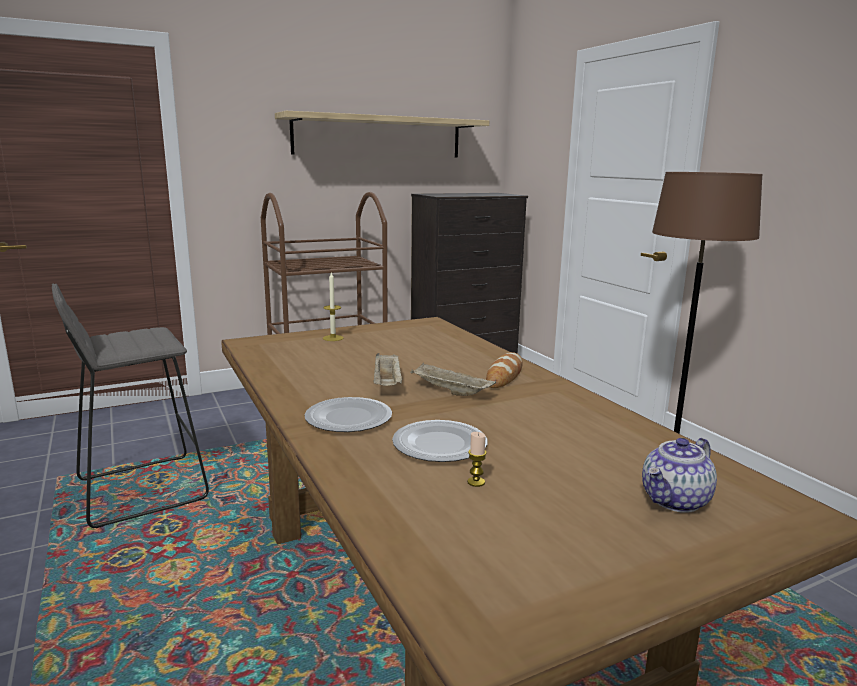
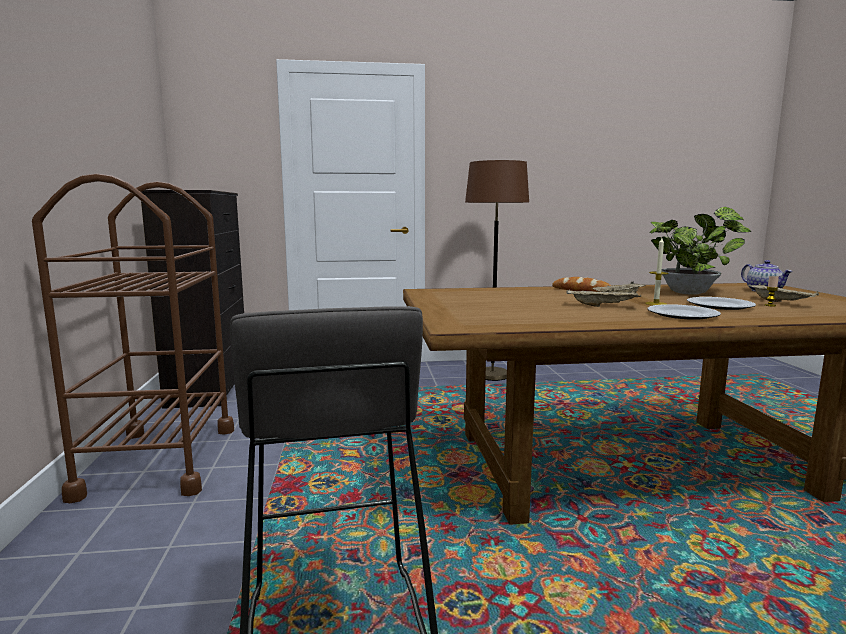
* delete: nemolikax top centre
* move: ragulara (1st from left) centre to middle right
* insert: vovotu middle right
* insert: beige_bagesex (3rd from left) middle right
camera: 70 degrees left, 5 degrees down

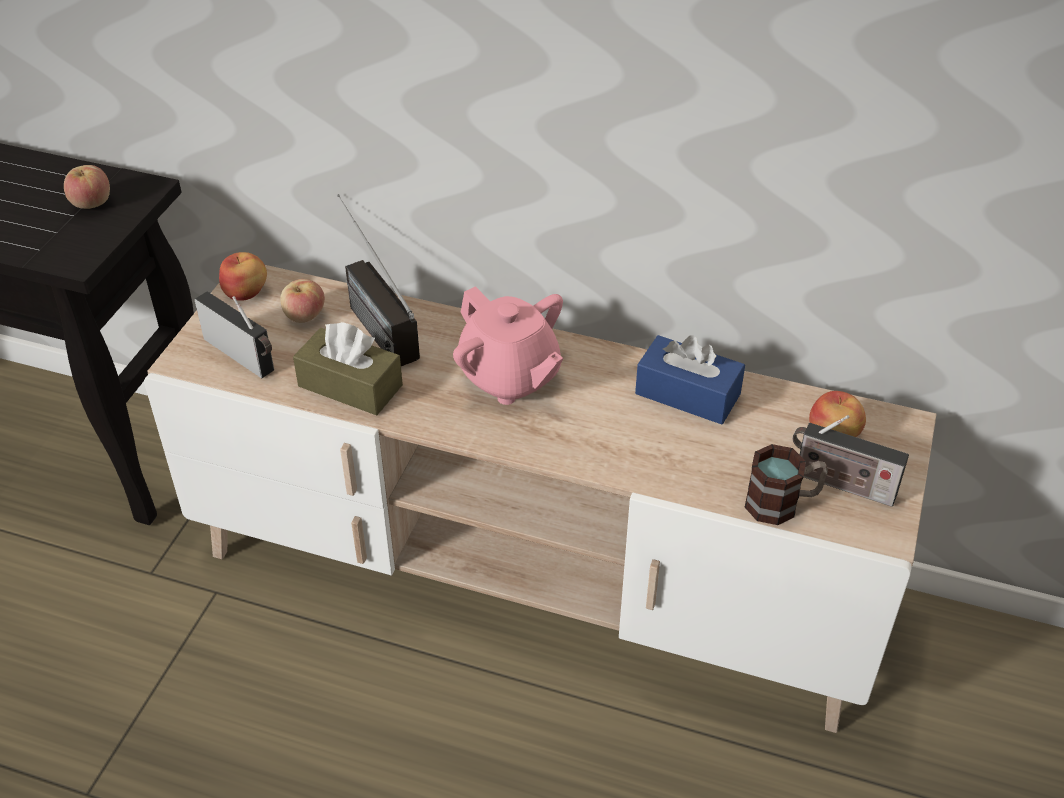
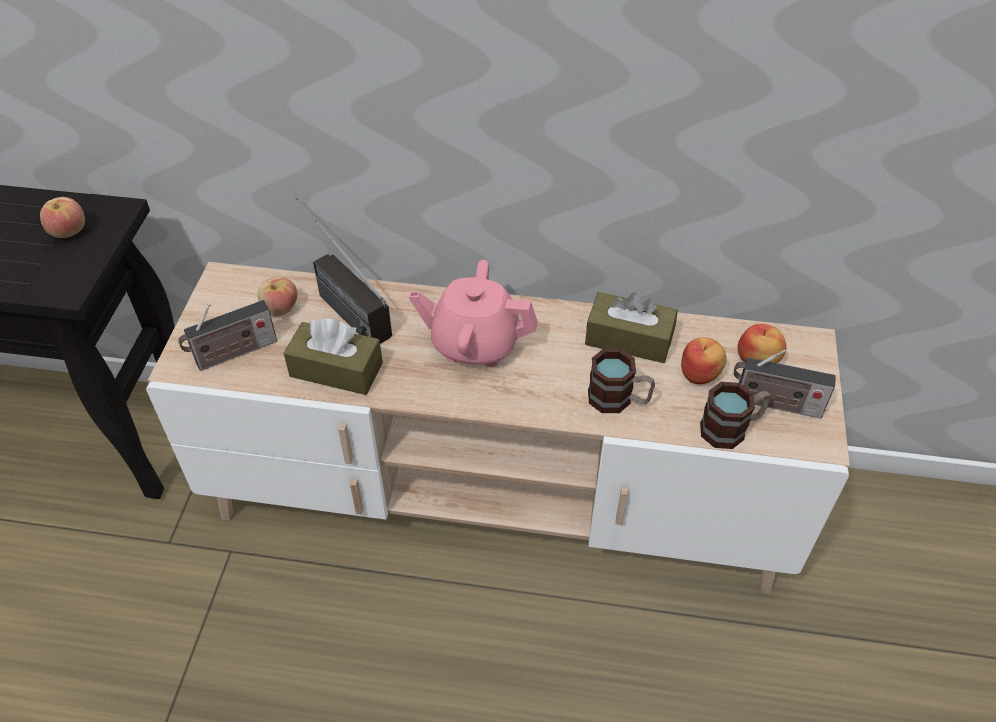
* rotate: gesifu (1st from left) middle left = middle left 120 degrees clockwise
* move: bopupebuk (2nd from left in the first image) middle left to bopupebuk (3rd from left) middle right
* rotate: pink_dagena centre = centre 150 degrees clockwise
* recolor: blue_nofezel centre to brown_nofezel (2nd from left) centre
* insert: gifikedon (1st from left) centre
camera: 10 degrees left, 5 degrees up

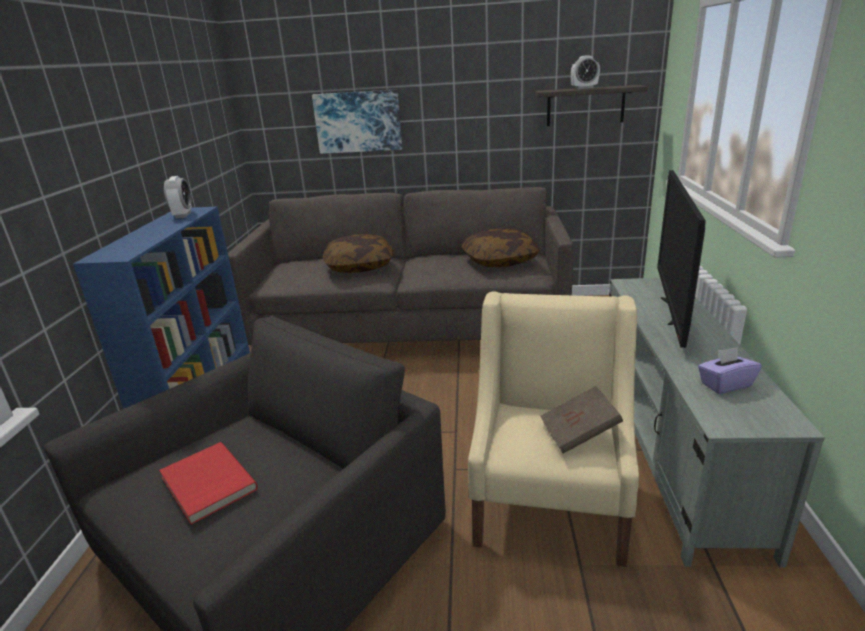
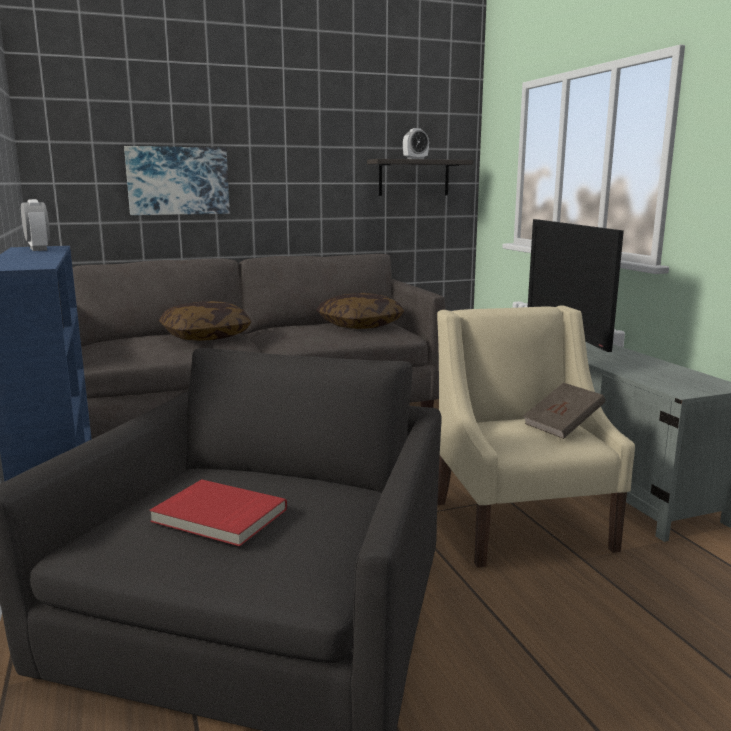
* delete: purple_nofezel middle right
camera: 25 degrees left, 10 degrees down

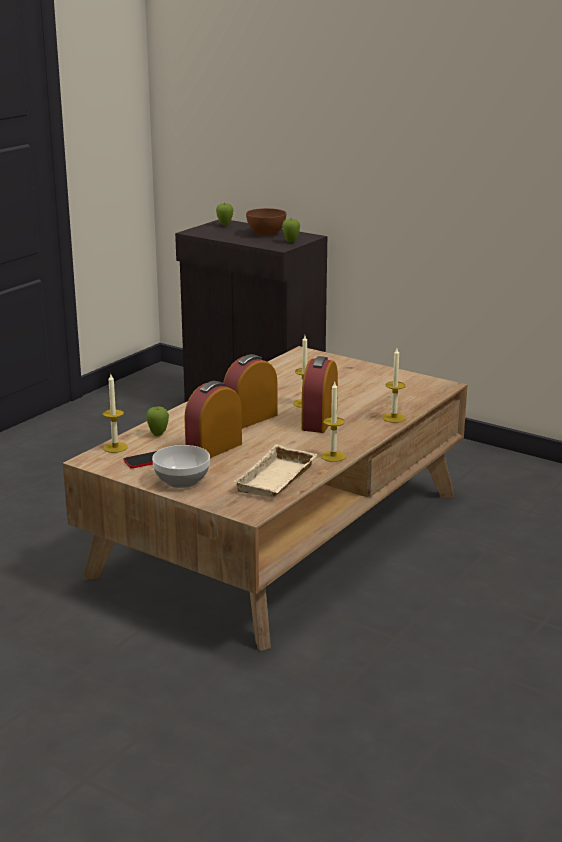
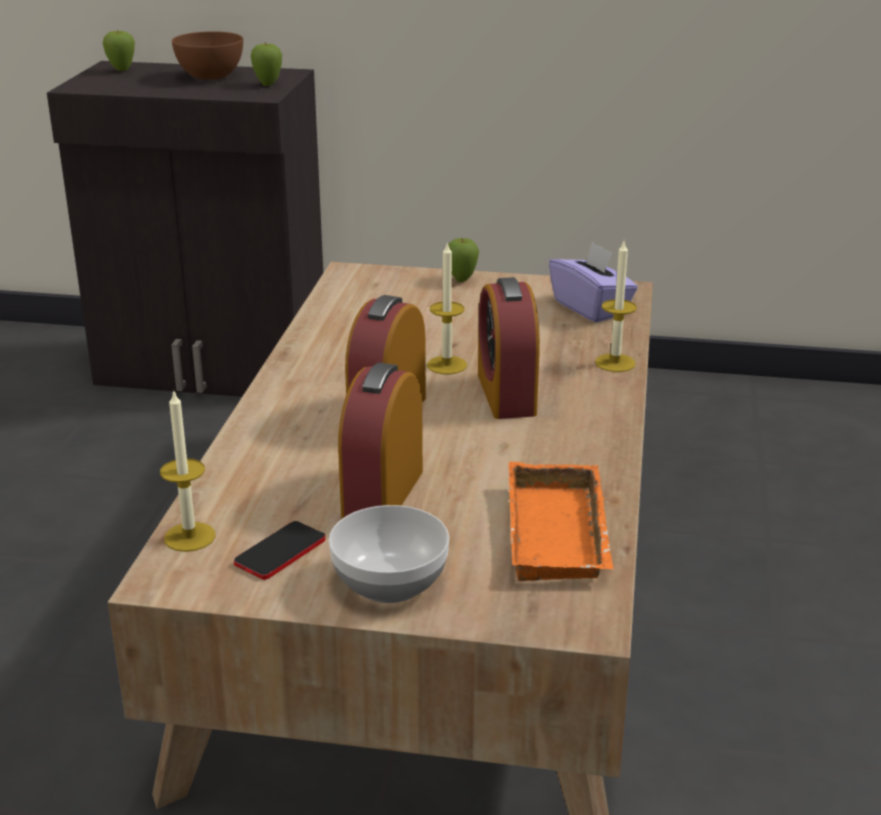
* move: bopupebuk (1st from left in the first image) middle left to bopupebuk (3rd from left) top centre
* recolor: beige_bagesex centre to orange_bagesex centre
* delete: ragulara (3rd from left) centre
* insert: purple_nofezel middle right
camera: 25 degrees left, 5 degrees up

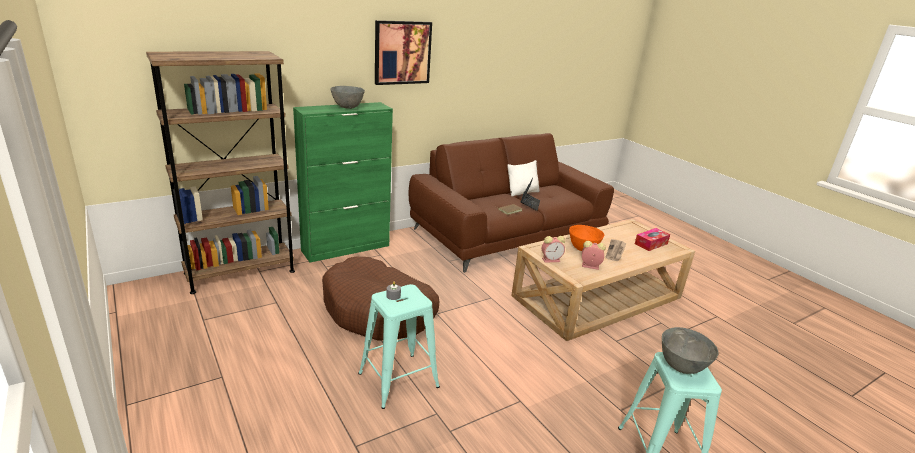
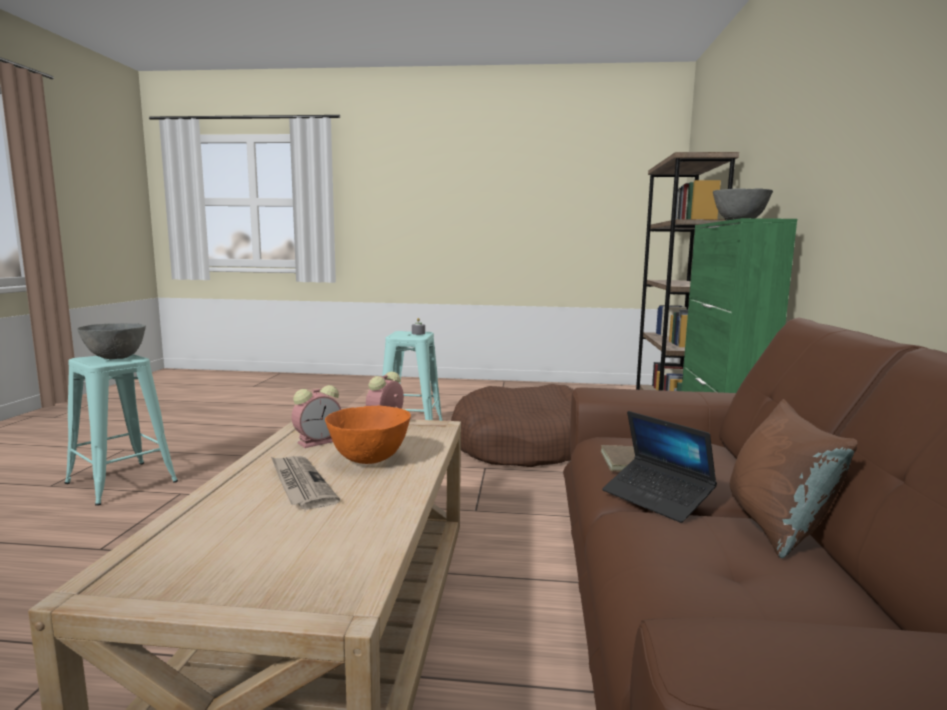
* delete: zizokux top centre
* recolor: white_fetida centre to brown_fetida bottom right
* delete: nofezel middle right
camera: 130 degrees right, 15 degrees down

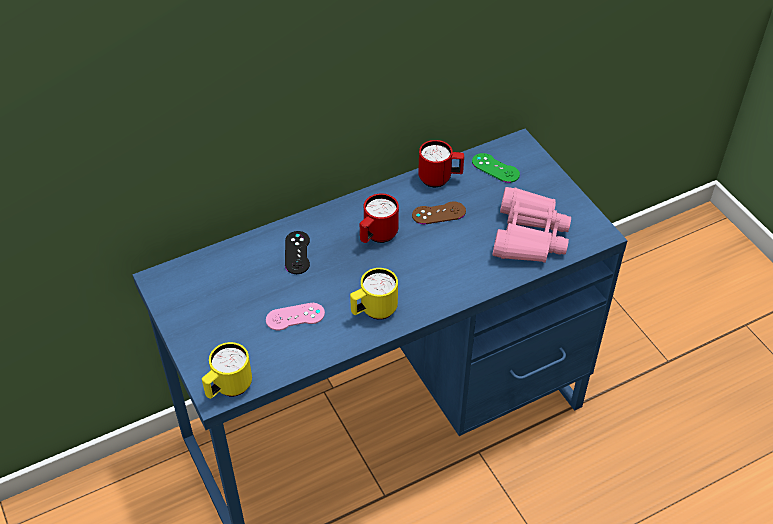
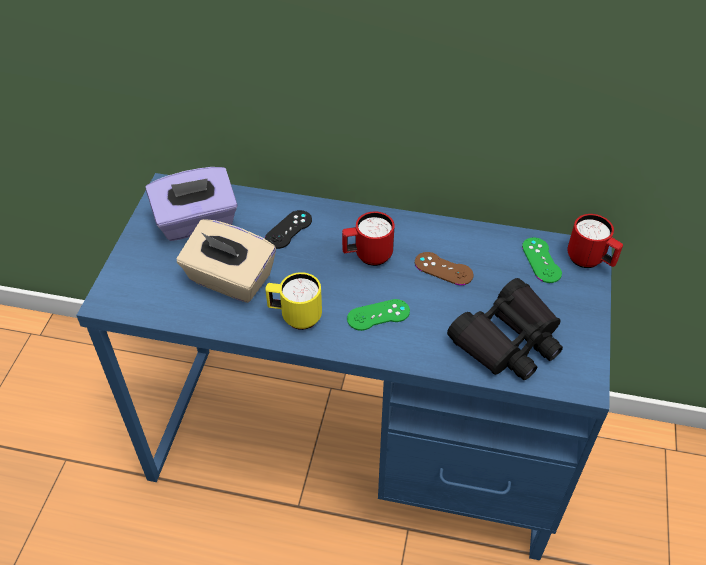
* delete: yellow_gifikedon (1st from left) bottom left
* replace: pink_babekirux centre to beige_nofezel middle left
* move: red_gifikedon (2nd from left) top centre to middle right
* recolor: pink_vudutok middle right to black_vudutok middle right
* insert: purple_nofezel middle left
* insert: green_babekirux (1st from left) centre
camera: 40 degrees right, 0 degrees up

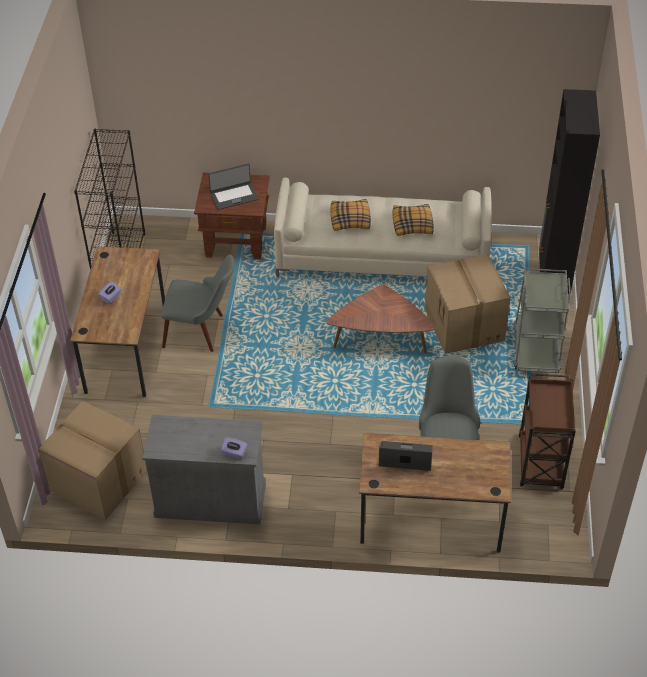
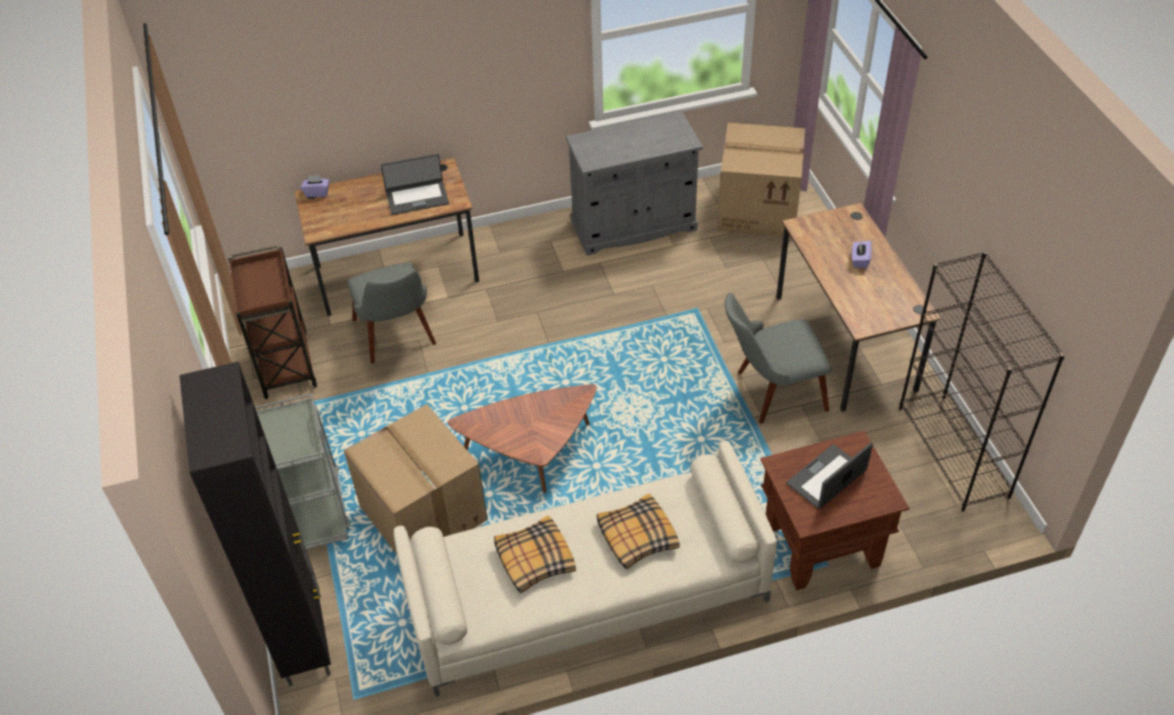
* move: purple_nofezel (2nd from left in the first image) centre to purple_nofezel (1st from left) top left
camera: 160 degrees right, 0 degrees up

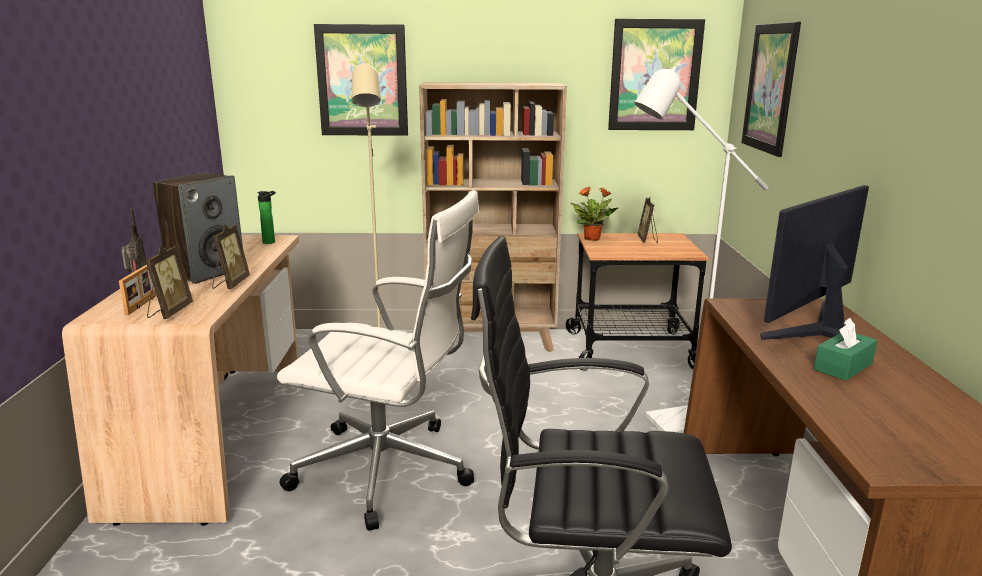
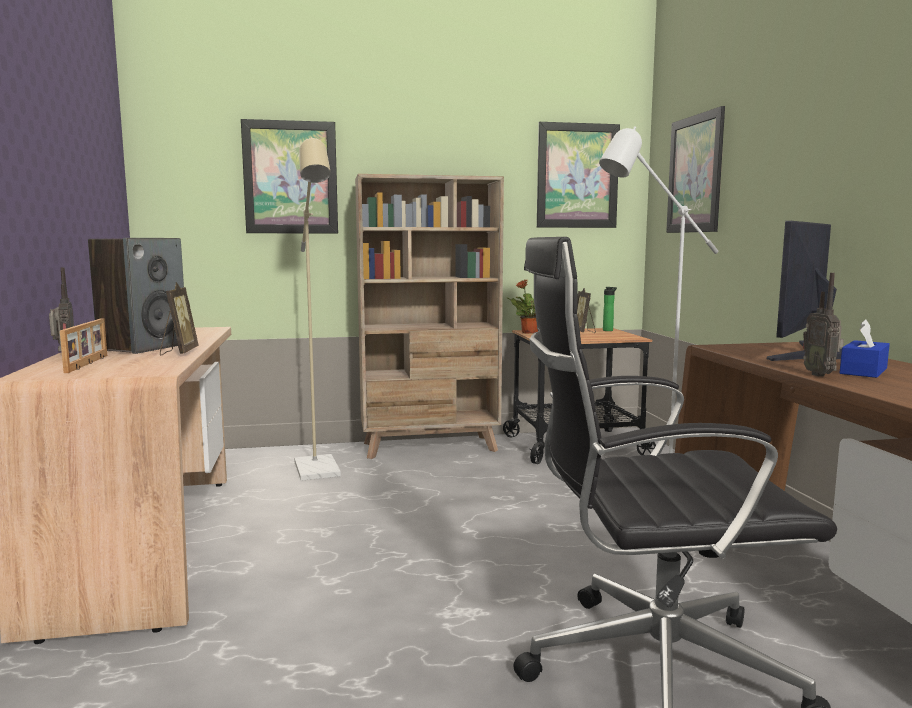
* delete: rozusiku (2nd from left) middle left
* move: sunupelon middle left to middle right
* delete: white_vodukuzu centre
* recolor: green_nofezel middle right to blue_nofezel middle right
* insert: gesifu (2nd from left) middle right
camera: 10 degrees left, 10 degrees down

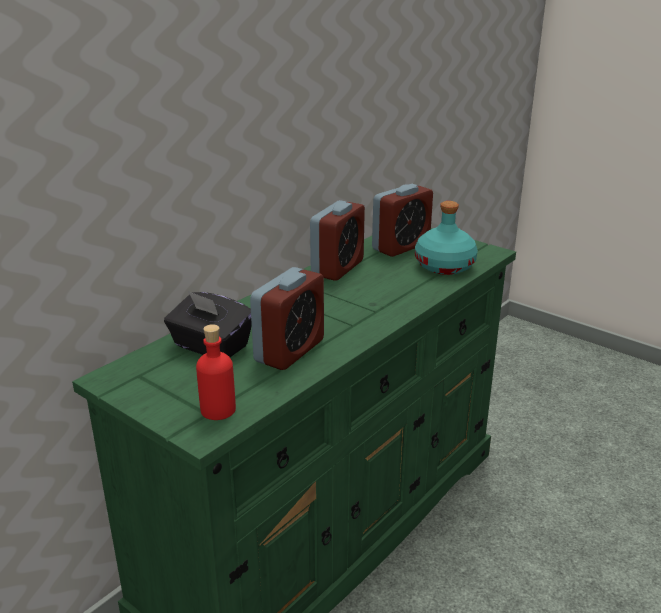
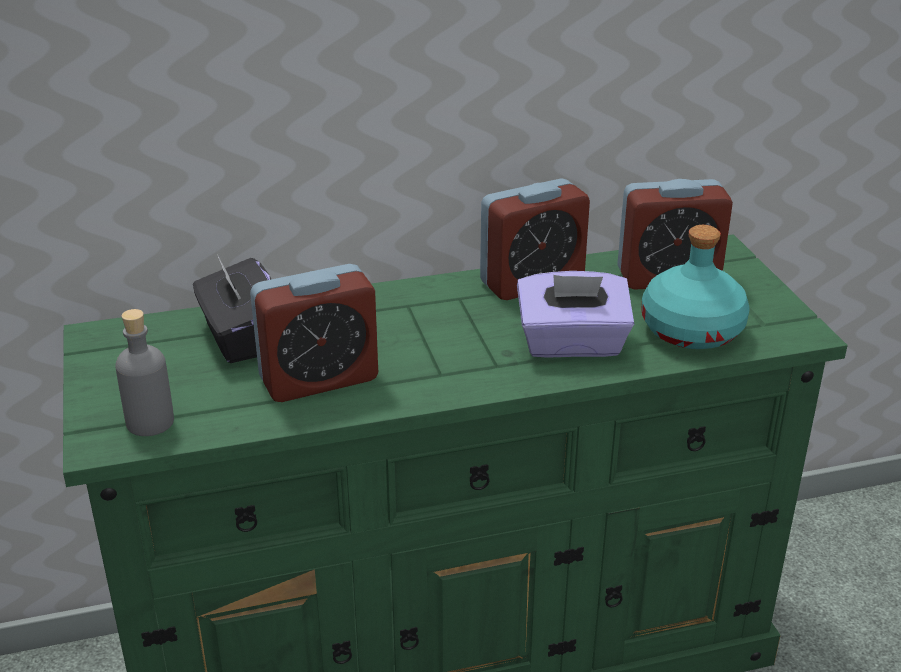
* recolor: red_sunupelon middle left to grey_sunupelon middle left
* insert: purple_nofezel centre
camera: 35 degrees right, 5 degrees up

